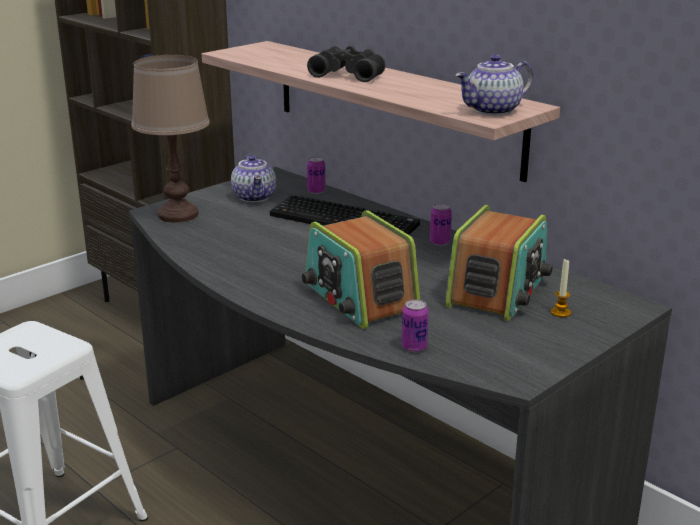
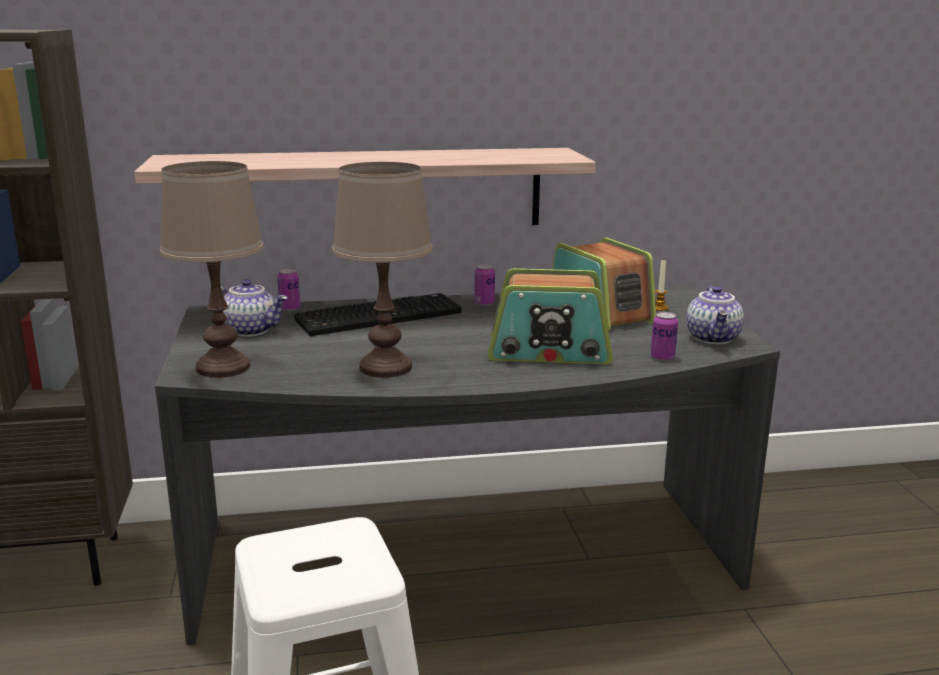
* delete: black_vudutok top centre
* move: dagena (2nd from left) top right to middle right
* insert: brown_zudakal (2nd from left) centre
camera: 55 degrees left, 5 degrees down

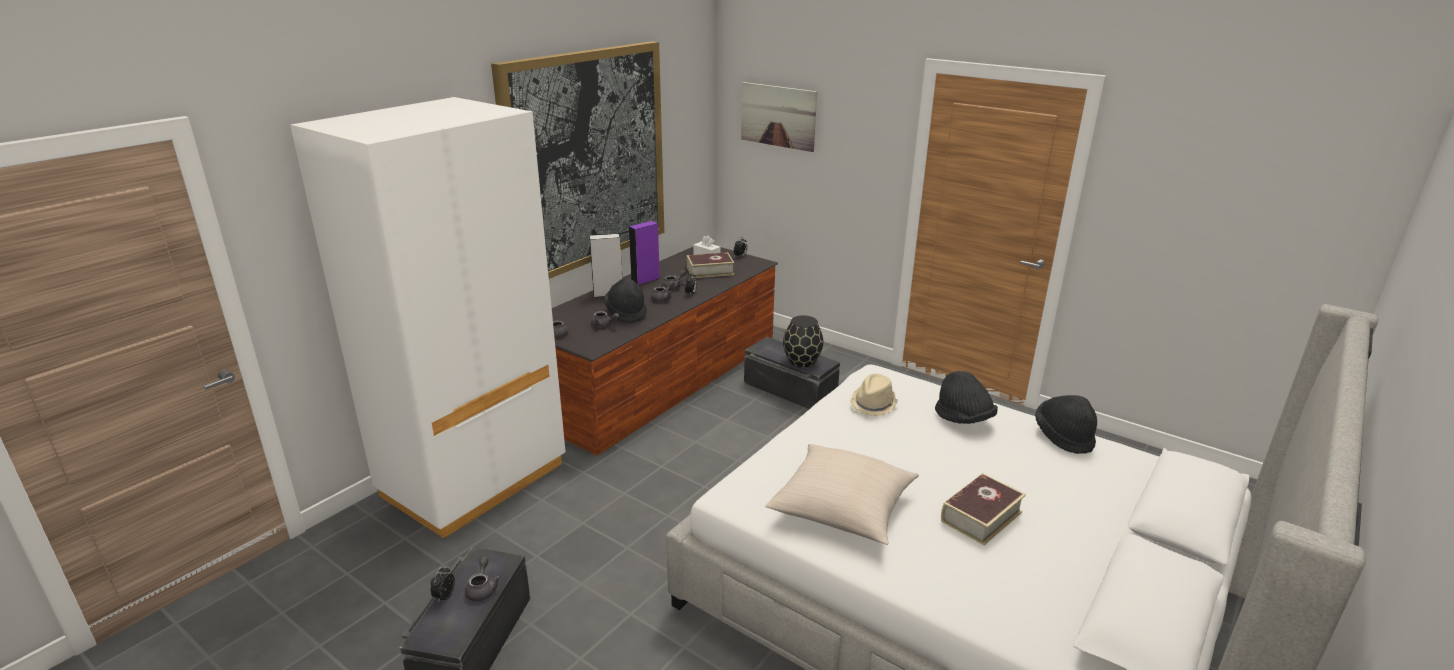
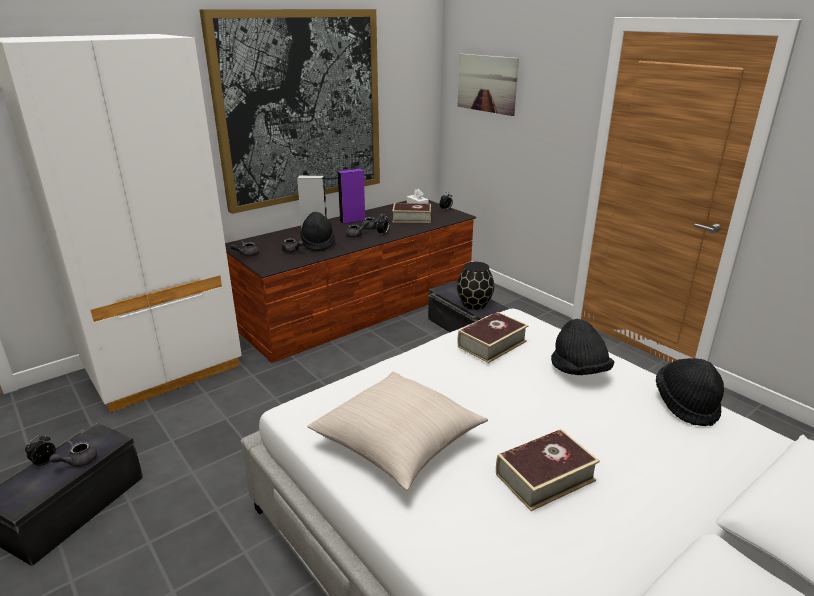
* rotate: grey_dagena (1st from left) bottom left = bottom left 150 degrees counterclockwise
* replace: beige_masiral centre to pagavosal (2nd from left) centre
camera: 15 degrees right, 0 degrees up

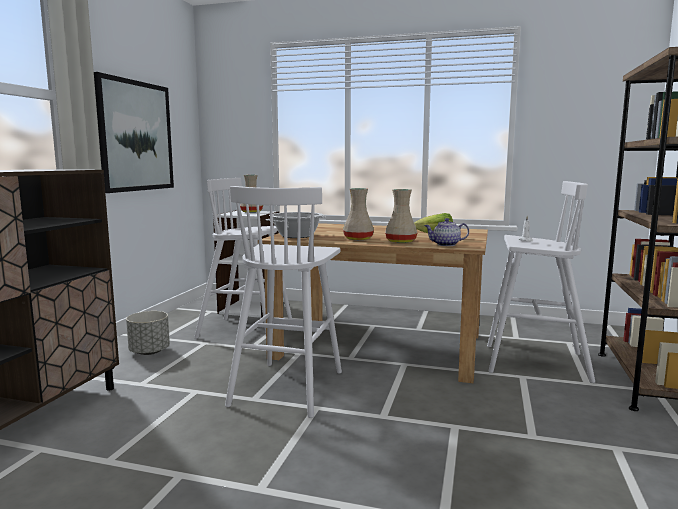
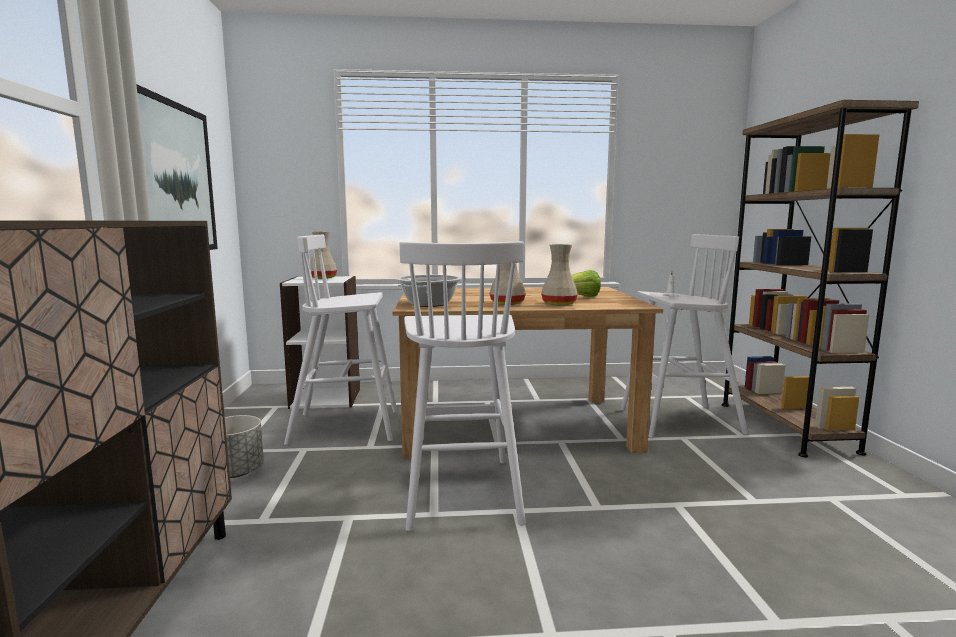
* delete: dagena centre
camera: 20 degrees left, 0 degrees up

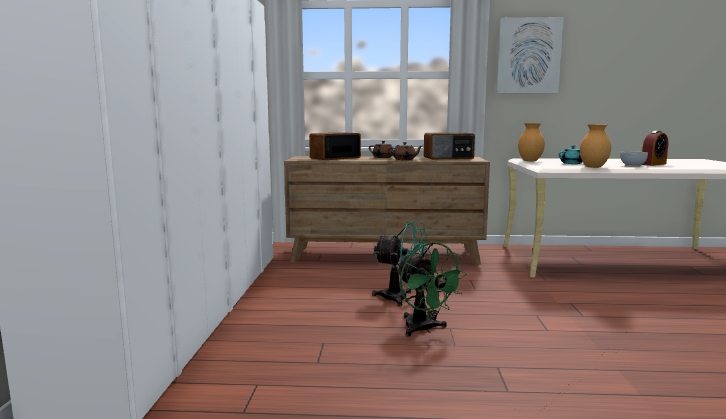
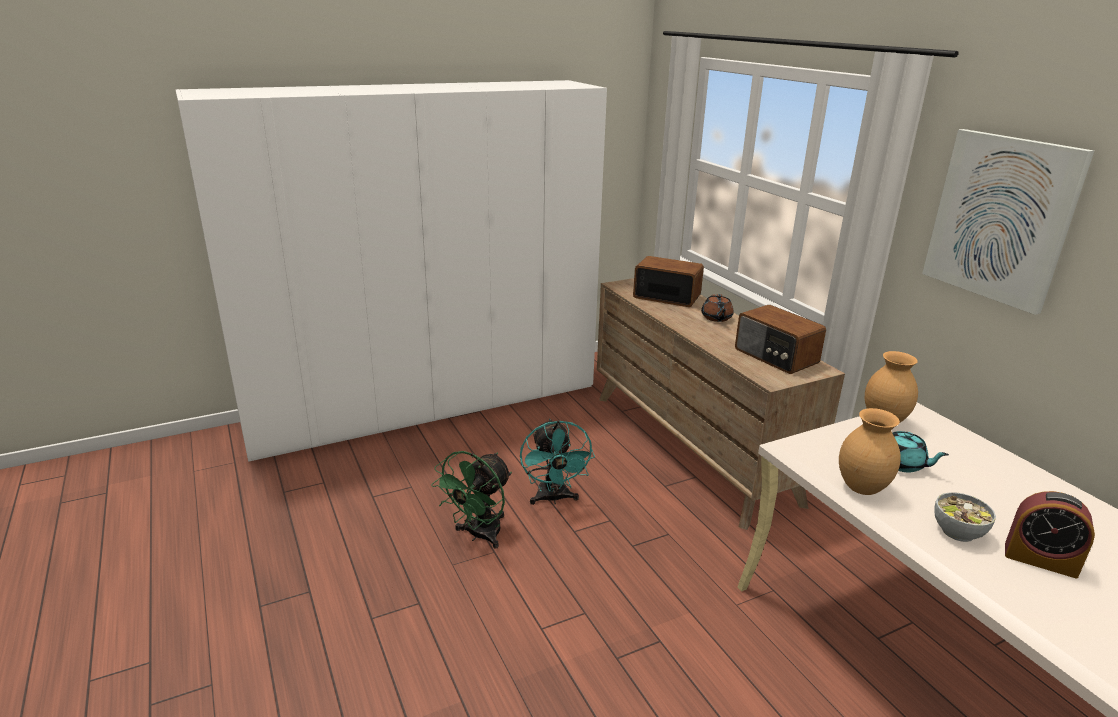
* delete: brown_dagena (2nd from left) centre
camera: 60 degrees right, 15 degrees up

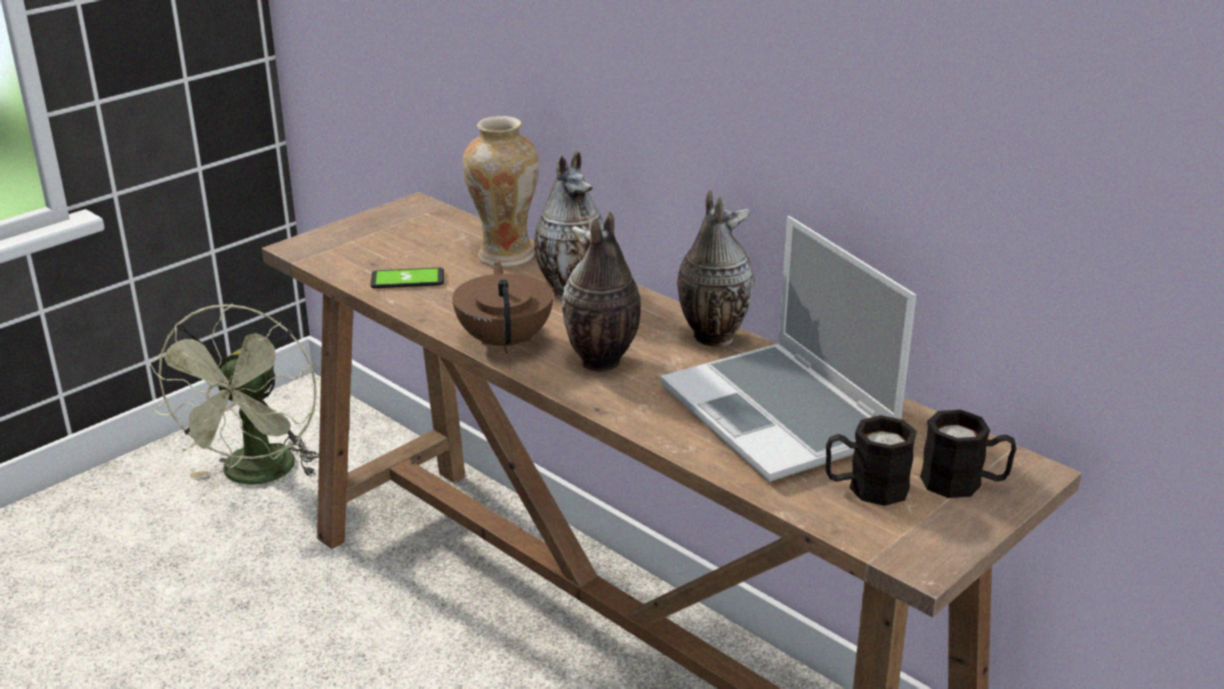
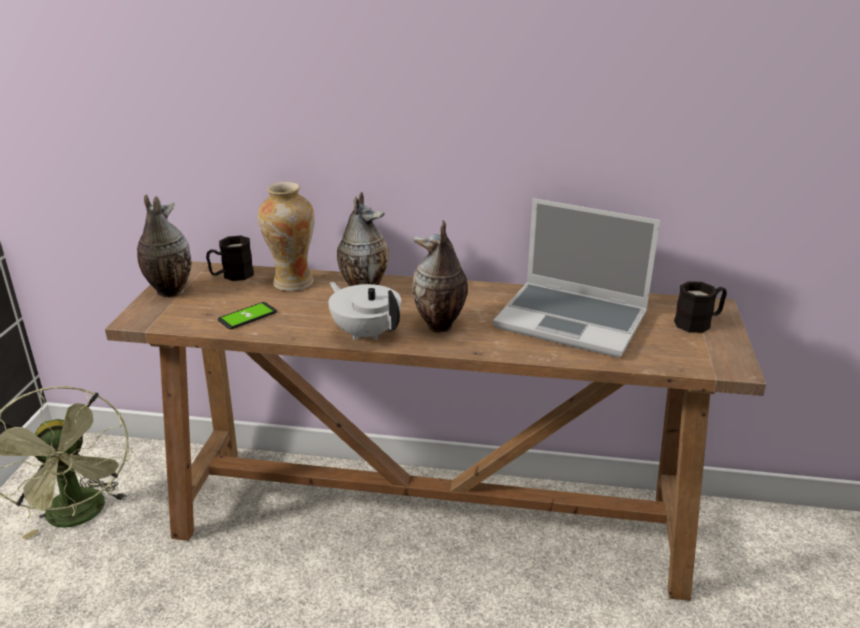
* recolor: brown_dagena centre to white_dagena centre
* move: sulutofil (4th from left in the first image) centre to sulutofil (1st from left) middle left
* move: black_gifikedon (1st from left) bottom right to middle left
camera: 35 degrees left, 0 degrees up

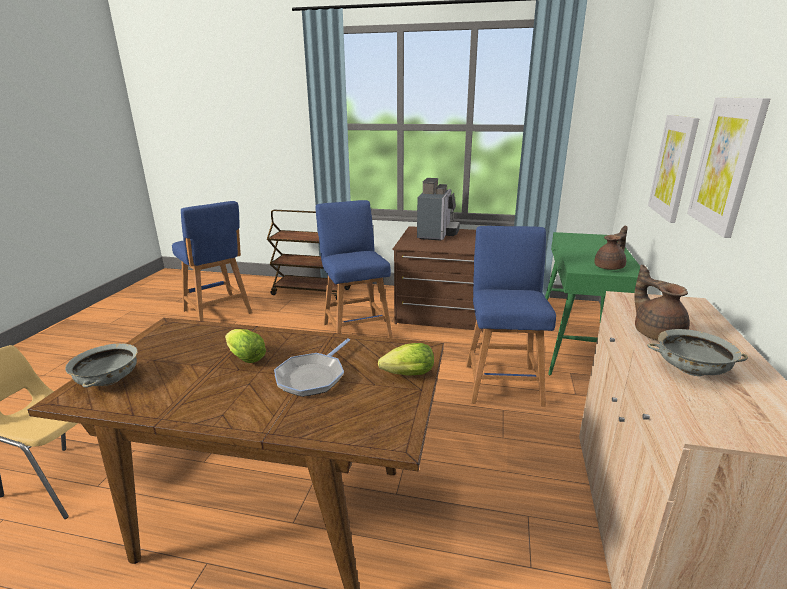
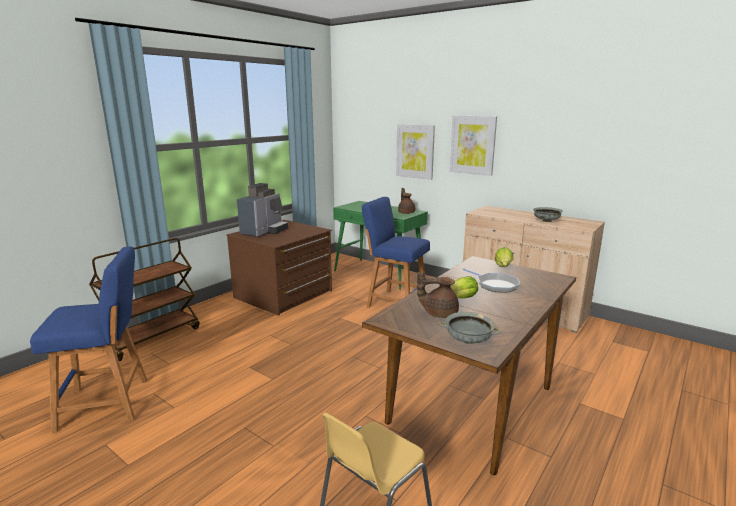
* delete: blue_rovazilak (2nd from left) centre
* rotate: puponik centre = centre 75 degrees clockwise
* move: brown_dagena (2nd from left) middle right to centre
camera: 65 degrees left, 5 degrees down

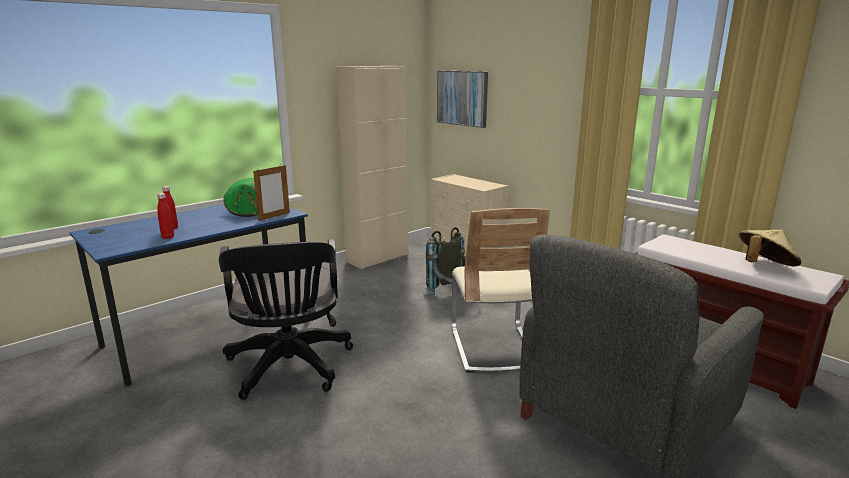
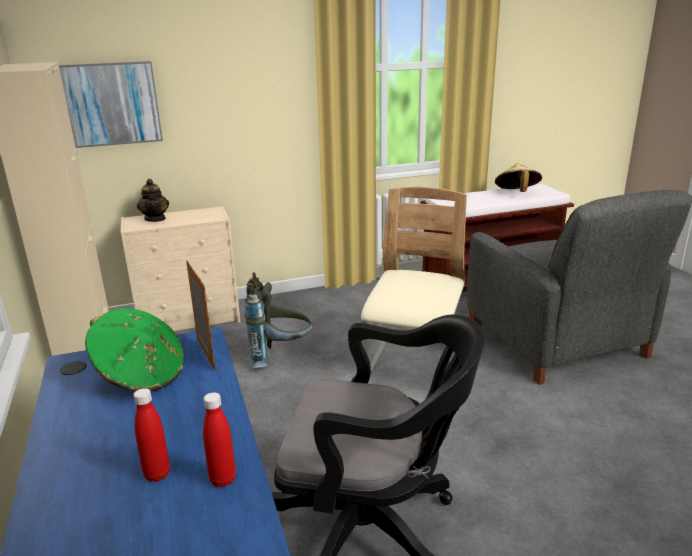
* rotate: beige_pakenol centre = centre 90 degrees counterclockwise
* insert: dagena middle left
camera: 65 degrees left, 5 degrees up

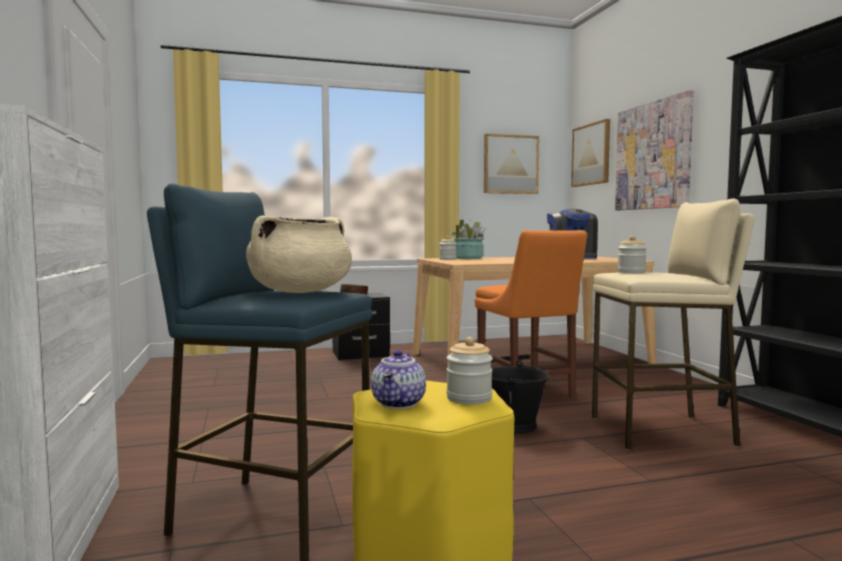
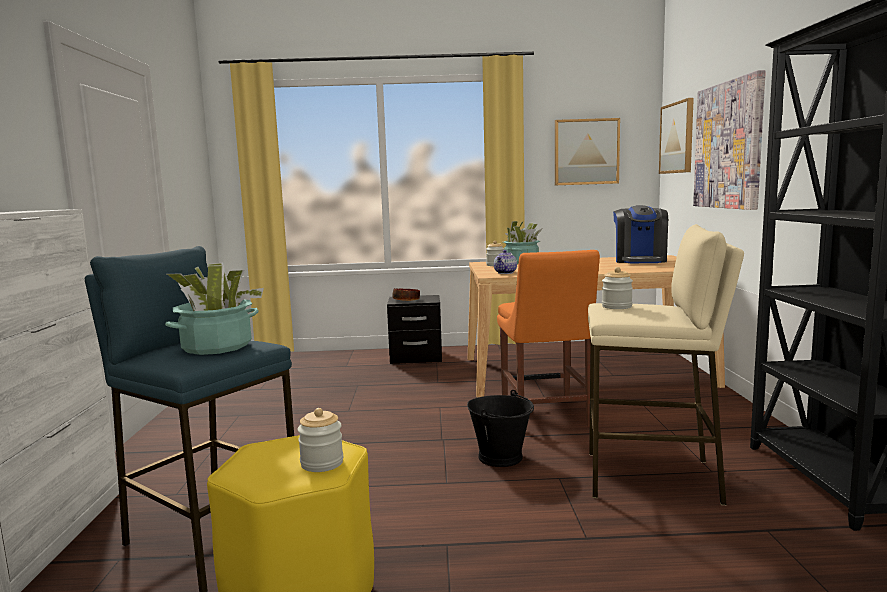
* replace: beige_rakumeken centre to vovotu (1st from left) middle left
* move: dagena bottom centre to centre
camera: 15 degrees right, 5 degrees up

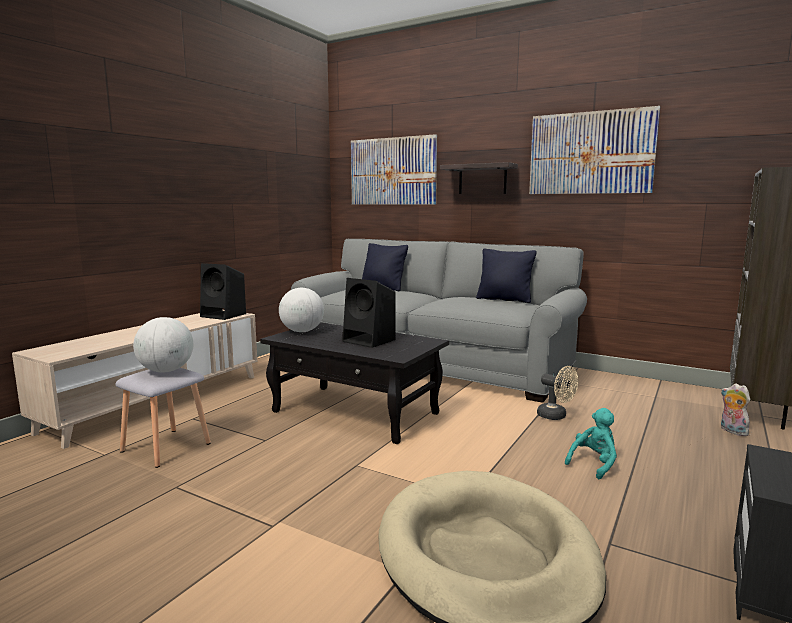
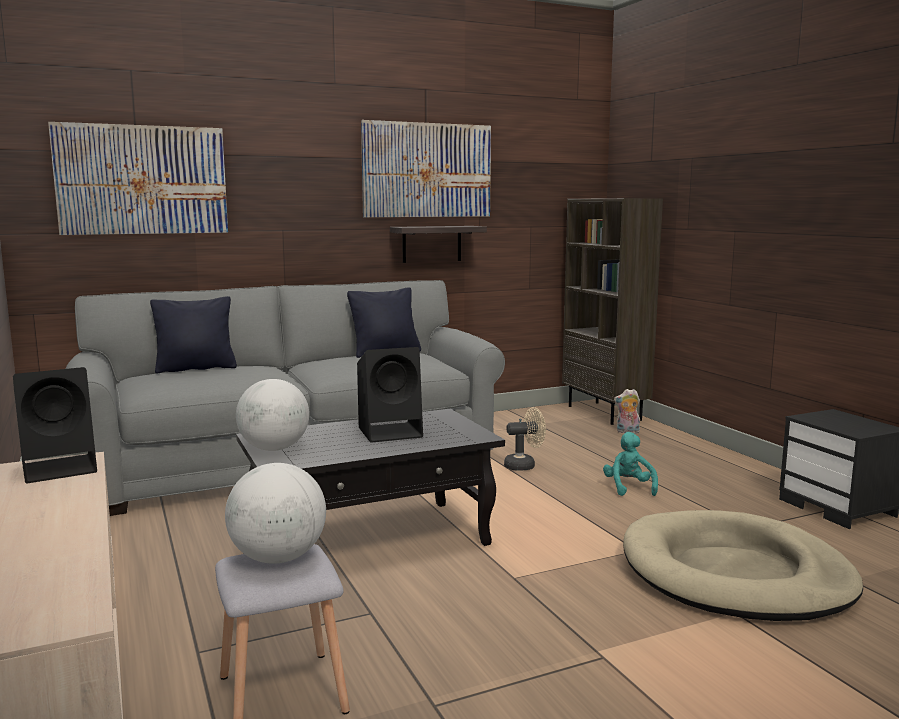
* move: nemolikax top centre to centre
camera: 55 degrees left, 0 degrees up

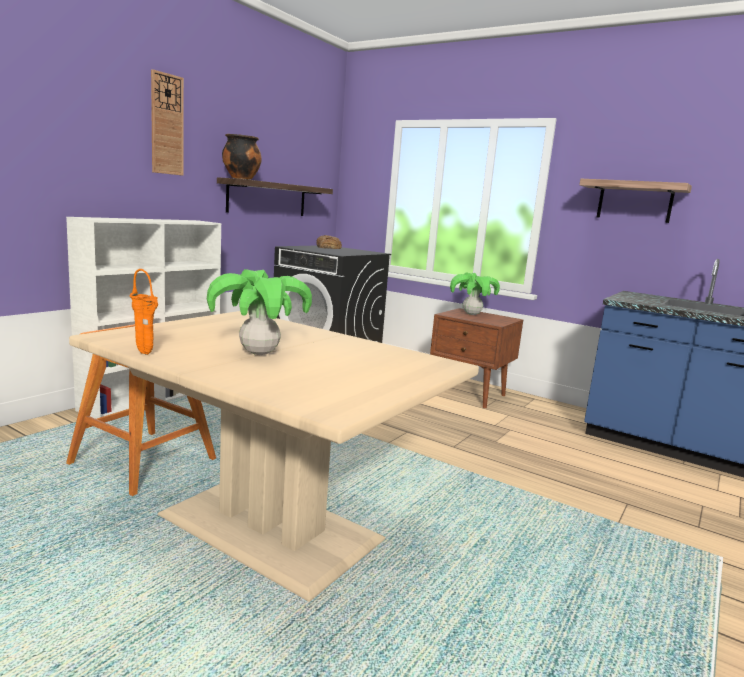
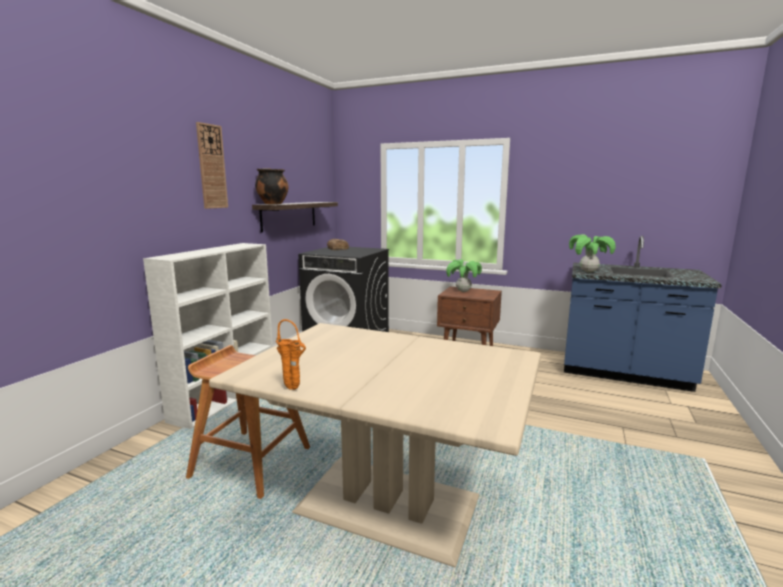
* move: vovotu (1st from left in the first image) centre to vovotu (2nd from left) middle right
* delete: nemolikax (2nd from left) top right
camera: 10 degrees left, 0 degrees up

